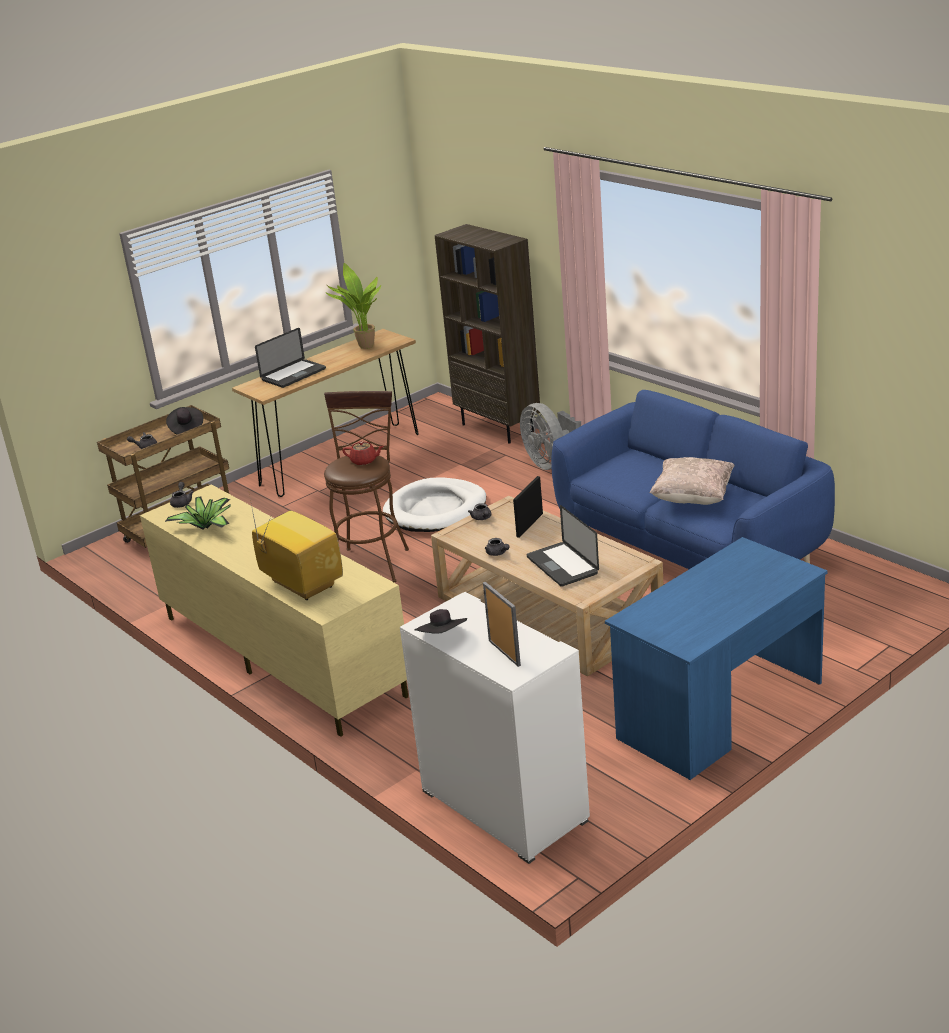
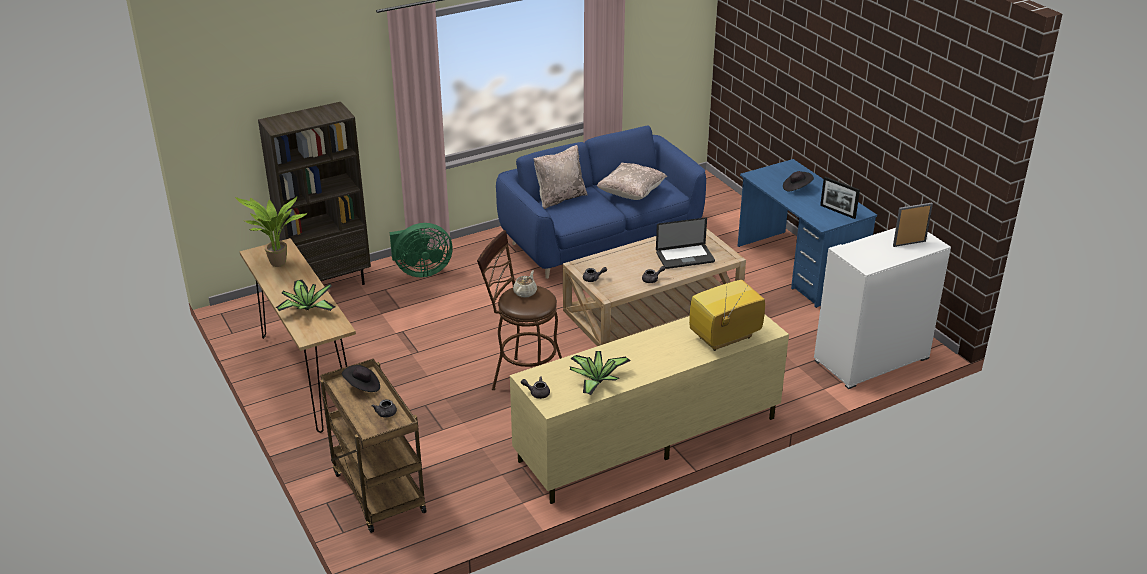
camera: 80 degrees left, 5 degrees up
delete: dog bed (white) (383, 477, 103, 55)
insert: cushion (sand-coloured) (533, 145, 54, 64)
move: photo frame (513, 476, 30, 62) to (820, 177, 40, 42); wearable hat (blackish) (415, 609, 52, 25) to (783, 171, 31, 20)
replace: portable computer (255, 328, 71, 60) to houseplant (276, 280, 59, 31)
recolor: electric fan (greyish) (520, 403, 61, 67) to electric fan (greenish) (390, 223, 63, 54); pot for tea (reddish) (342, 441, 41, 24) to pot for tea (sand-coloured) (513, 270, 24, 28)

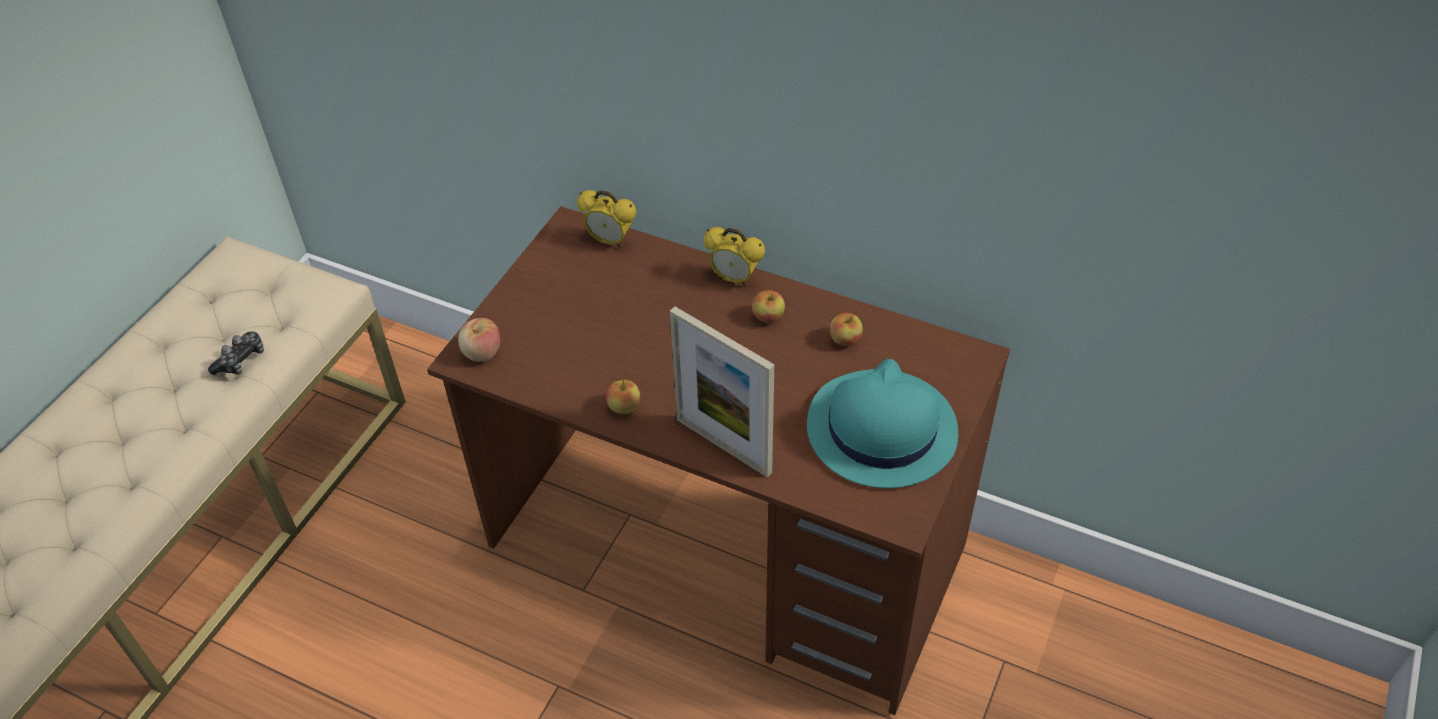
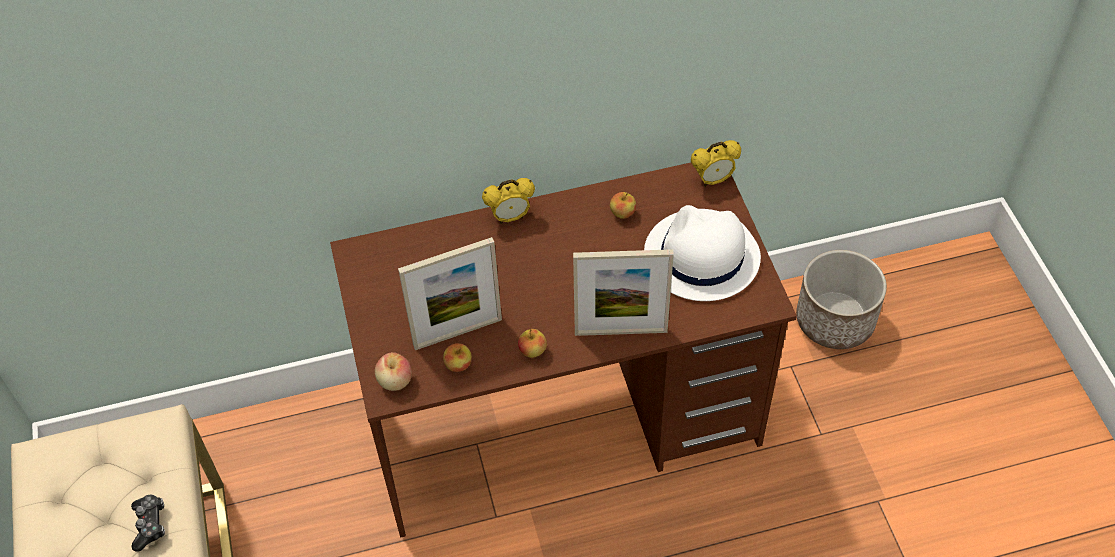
camera: 40 degrees left, 5 degrees up
insert: photo frame (398, 237, 104, 113); plant pot (796, 250, 91, 99)
move: table clock (577, 190, 59, 58) to (691, 140, 50, 47); apple (752, 290, 33, 33) to (443, 343, 29, 29)
recolor: wearable hat (turquoise) (807, 359, 151, 129) to wearable hat (white) (644, 205, 117, 96)

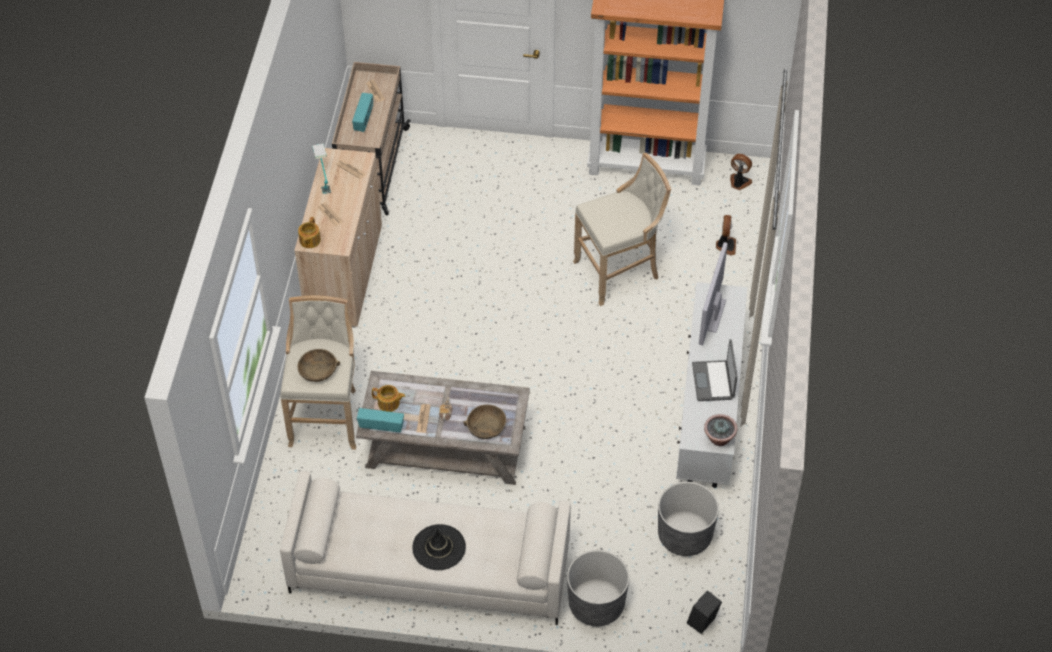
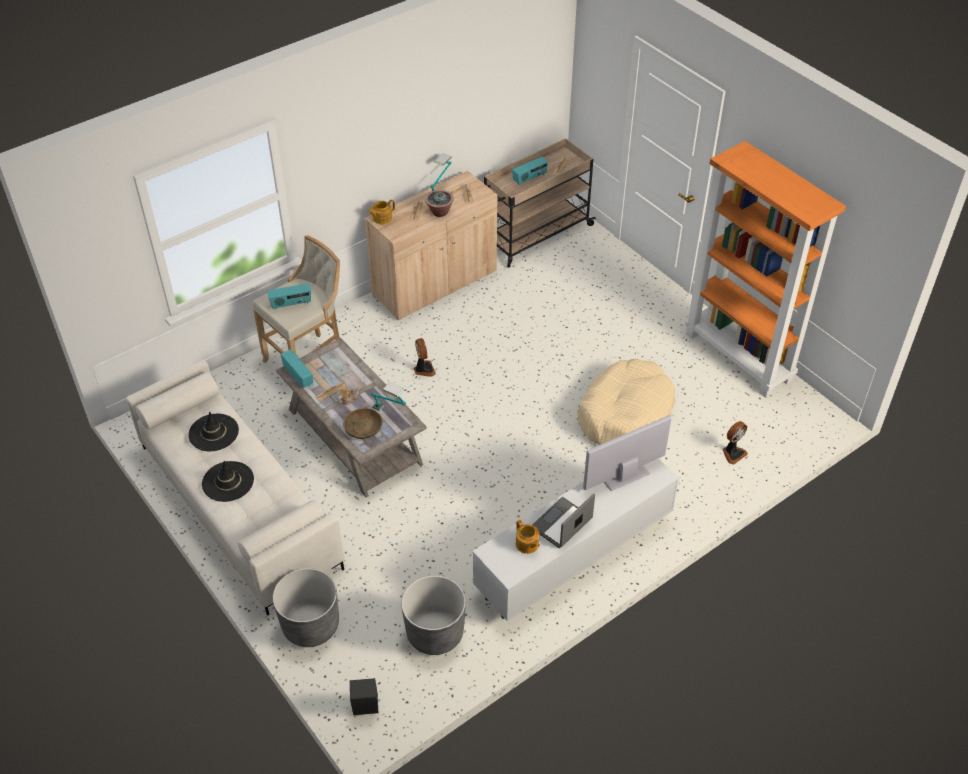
camera: 45 degrees right, 5 degrees down
insert: tabletop lamp (371, 382, 35, 29); wearable hat (blackish) (188, 411, 51, 40)
move: electric fan (730, 154, 22, 36) to (414, 338, 22, 38); pot for tea (372, 385, 33, 27) to (516, 520, 24, 34); houseplant (704, 414, 33, 32) to (425, 190, 29, 27)
replace: sitting stool (sand-coloured) (573, 153, 98, 153) to dog bed (sand-coloured) (577, 359, 99, 86); deep dish (brownish) (297, 349, 43, 33) to radio receiver (267, 283, 44, 26)

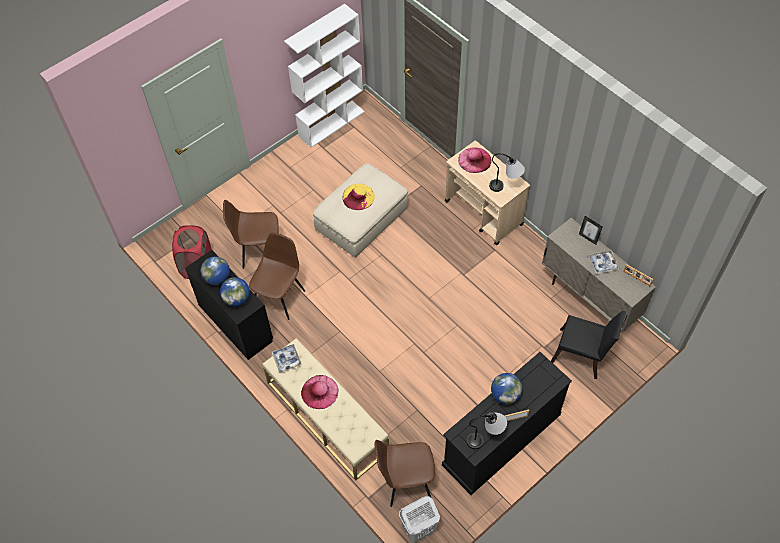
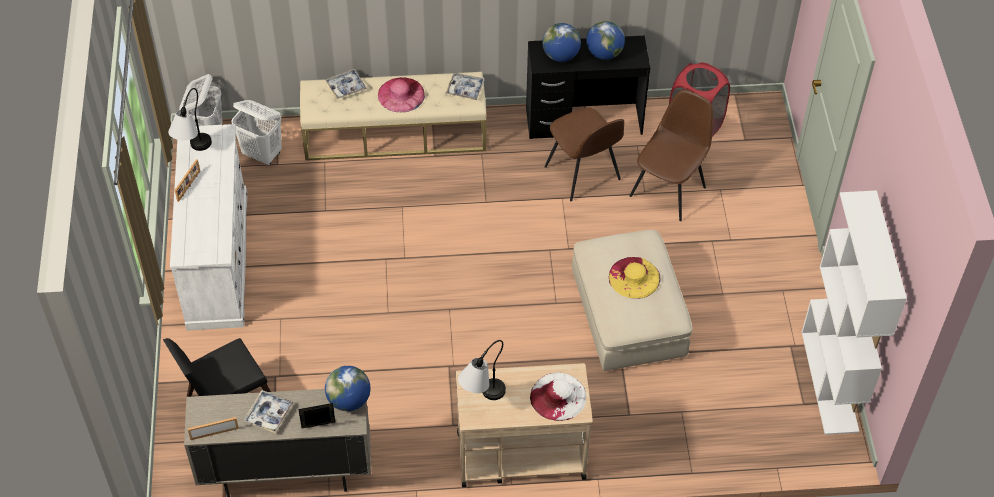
camera: 125 degrees right, 5 degrees down
insert: tray (326, 69, 41, 30)
move: desk globe (491, 373, 32, 32) to (325, 366, 45, 45)
replace: plain chair (brownish) (374, 440, 61, 67) to washing basket (white) (231, 100, 51, 66)
recolor: wearable hat (pinkish) (458, 147, 34, 26) to wearable hat (white) (530, 372, 56, 49); dresser (blackish) (442, 352, 130, 143) to dresser (white) (170, 124, 77, 207)

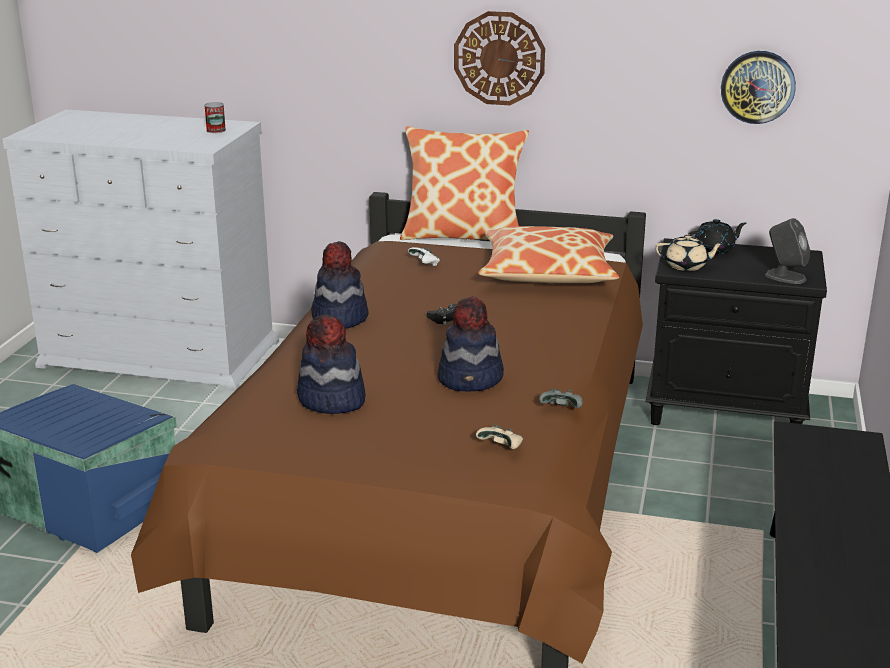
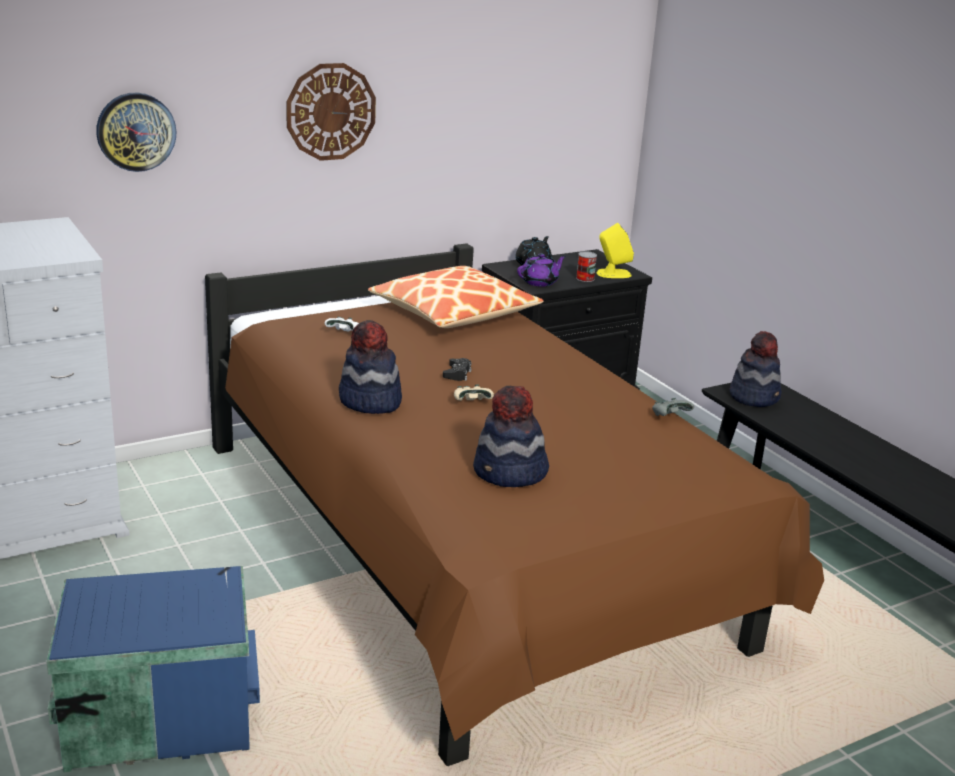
camera: 45 degrees left, 0 degrees up
delete: cushion (400, 126, 129, 114)
move: hanging clock (721, 51, 75, 73) to (96, 93, 80, 79); metal can (204, 102, 22, 31) to (576, 251, 21, 31); wearable hat (438, 296, 66, 96) to (729, 331, 52, 76); gamepad (sand-coloured) (476, 425, 47, 24) to (454, 385, 40, 16)
recolor: loudspeaker (greyish) (765, 218, 45, 66) to loudspeaker (yellowish) (597, 223, 37, 55); pot for tea (sand-coloured) (655, 234, 69, 37) to pot for tea (purple-coloured) (517, 253, 49, 34)

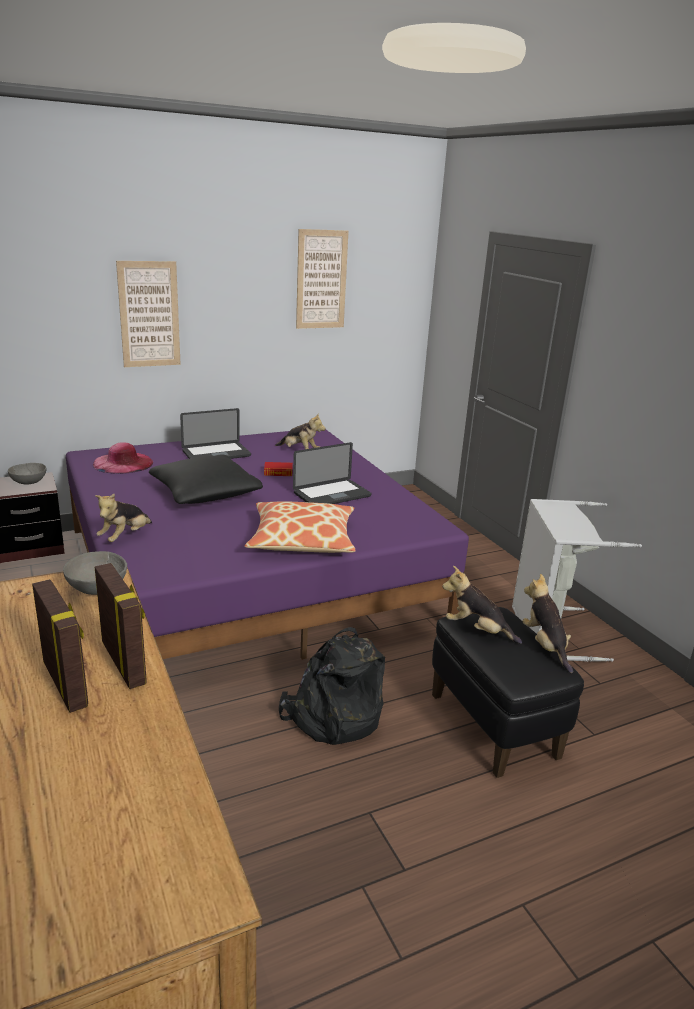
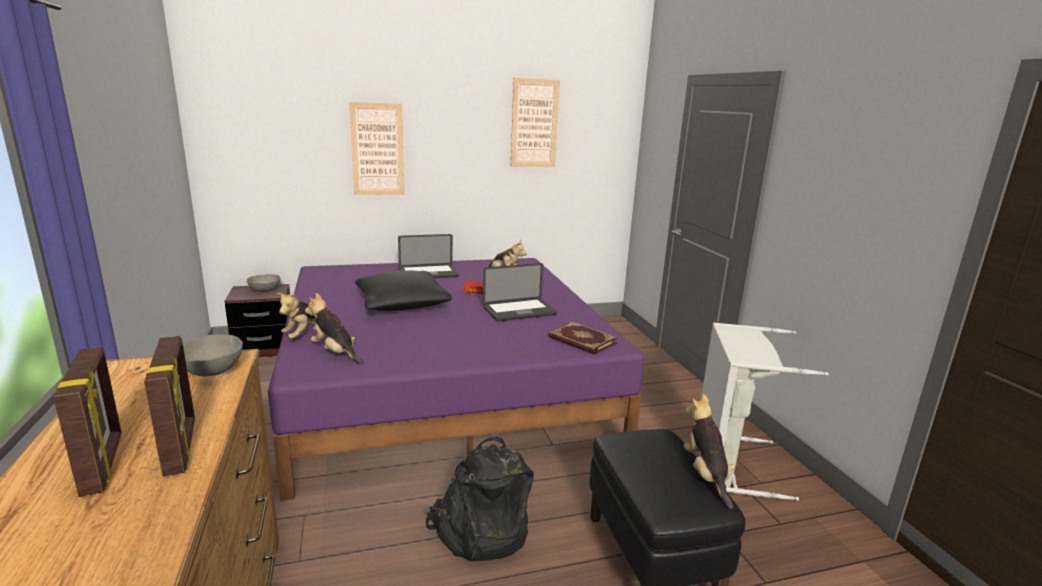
camera: 10 degrees right, 5 degrees down
delete: wearable hat (pinkish) (93, 442, 60, 32); cushion (245, 502, 111, 51)
insert: volume (548, 321, 70, 34)
move: plush toy (442, 566, 80, 78) to (305, 293, 58, 71)

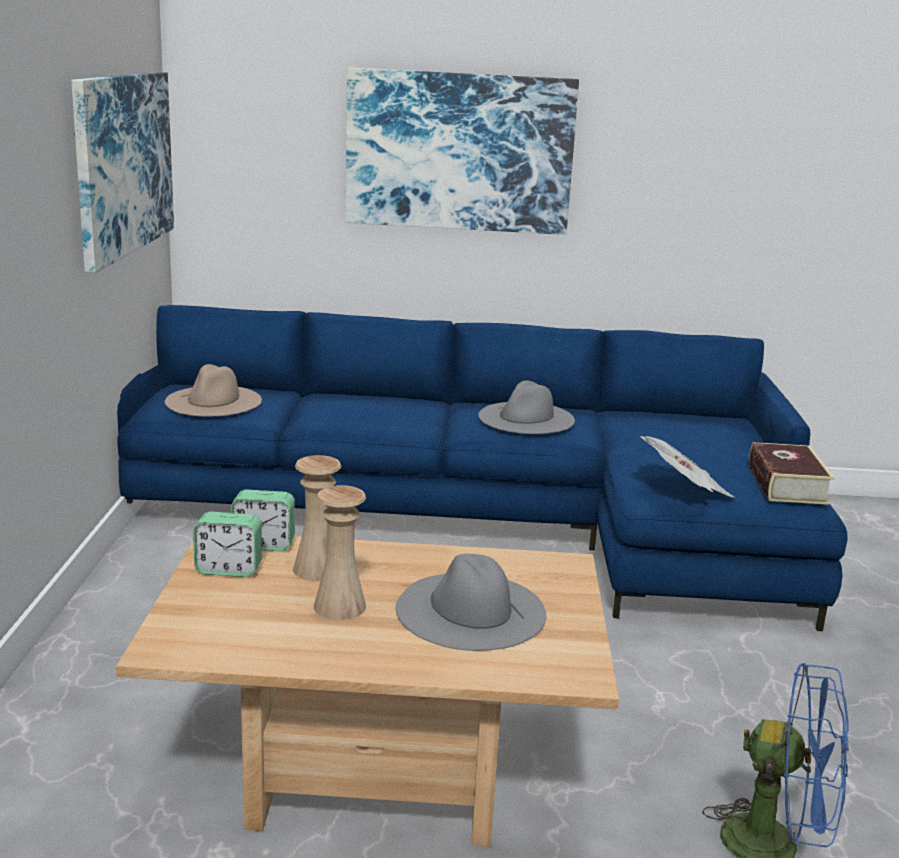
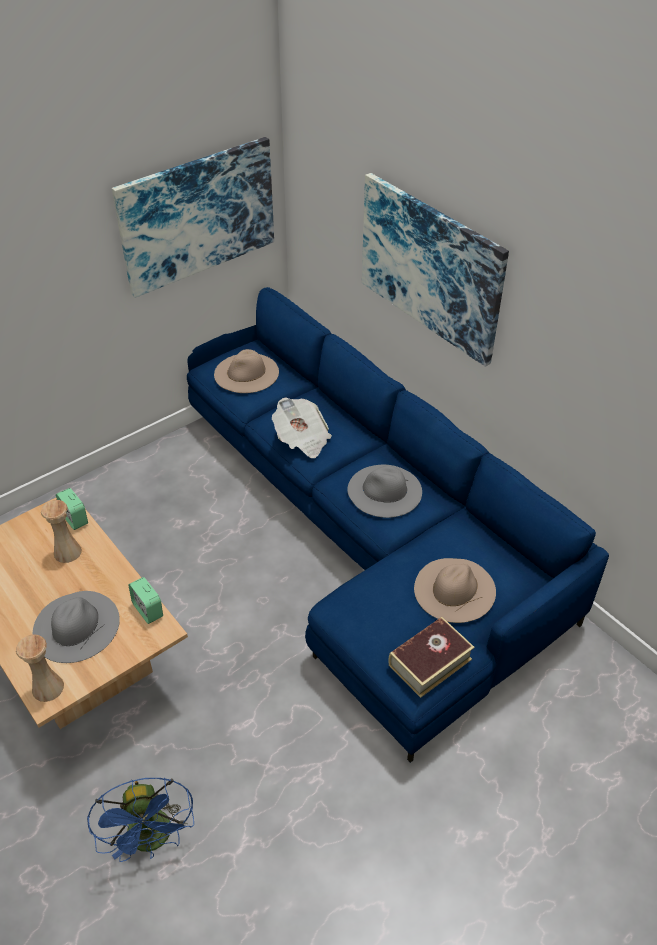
camera: 50 degrees right, 25 degrees up
insert: wearable hat (sand-coloured) (414, 558, 82, 65)
move: printed paper (640, 436, 94, 61) to (272, 397, 60, 61); decorative vase (sand-coloured) (314, 485, 52, 135) to (16, 634, 48, 68); table clock (193, 512, 69, 65) to (129, 577, 34, 47)

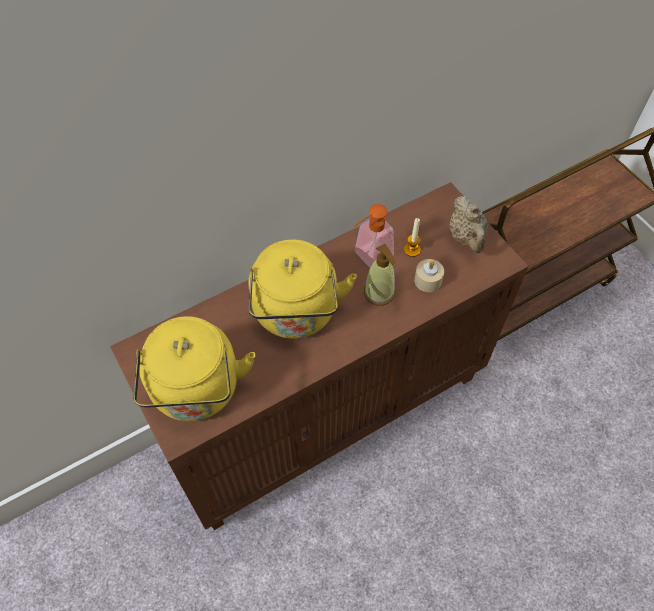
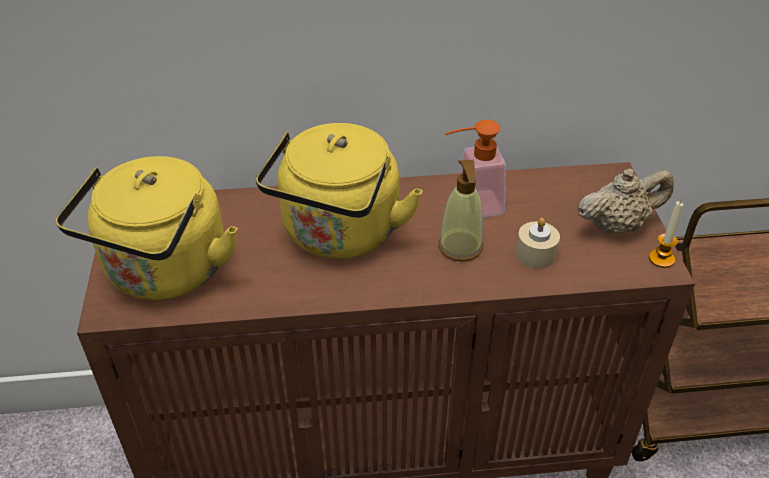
camera: 25 degrees right, 15 degrees down
move: candle (404, 218, 17, 39) to (649, 201, 35, 67)
rotate: pot for tea (sand-coloured) (450, 196, 38, 57) = (577, 168, 97, 66) 120 degrees counterclockwise

